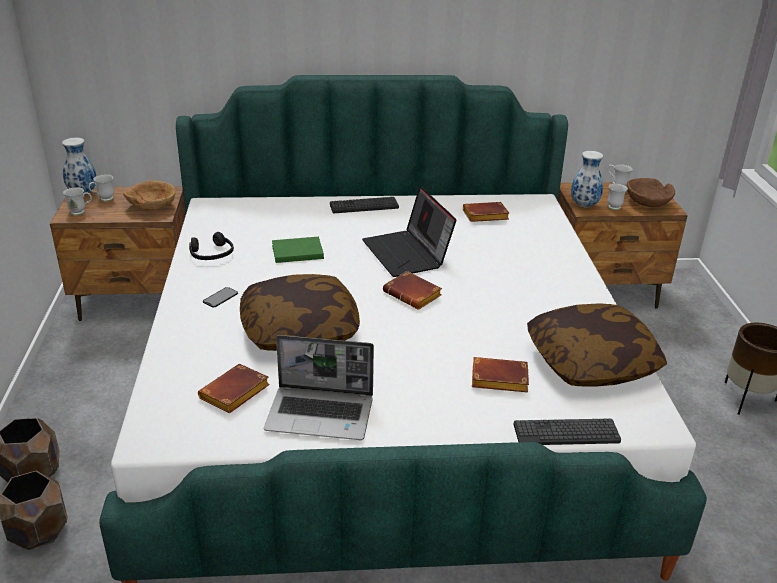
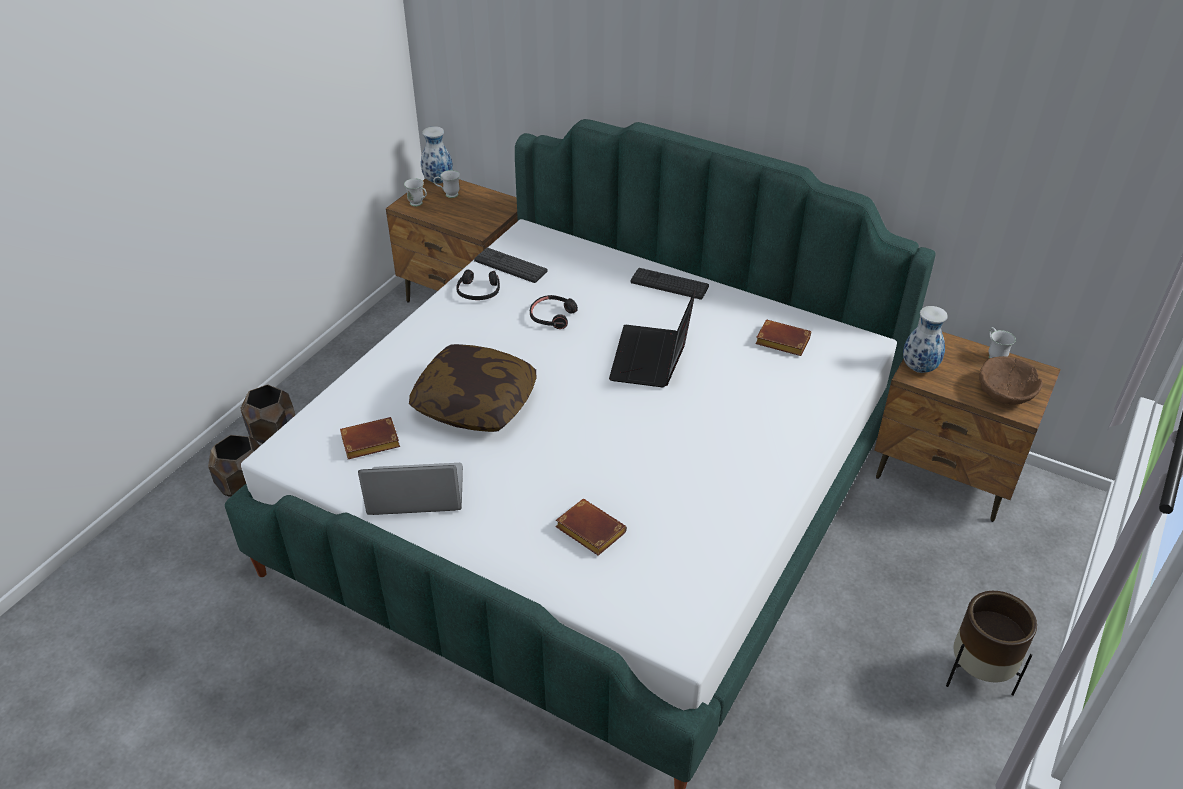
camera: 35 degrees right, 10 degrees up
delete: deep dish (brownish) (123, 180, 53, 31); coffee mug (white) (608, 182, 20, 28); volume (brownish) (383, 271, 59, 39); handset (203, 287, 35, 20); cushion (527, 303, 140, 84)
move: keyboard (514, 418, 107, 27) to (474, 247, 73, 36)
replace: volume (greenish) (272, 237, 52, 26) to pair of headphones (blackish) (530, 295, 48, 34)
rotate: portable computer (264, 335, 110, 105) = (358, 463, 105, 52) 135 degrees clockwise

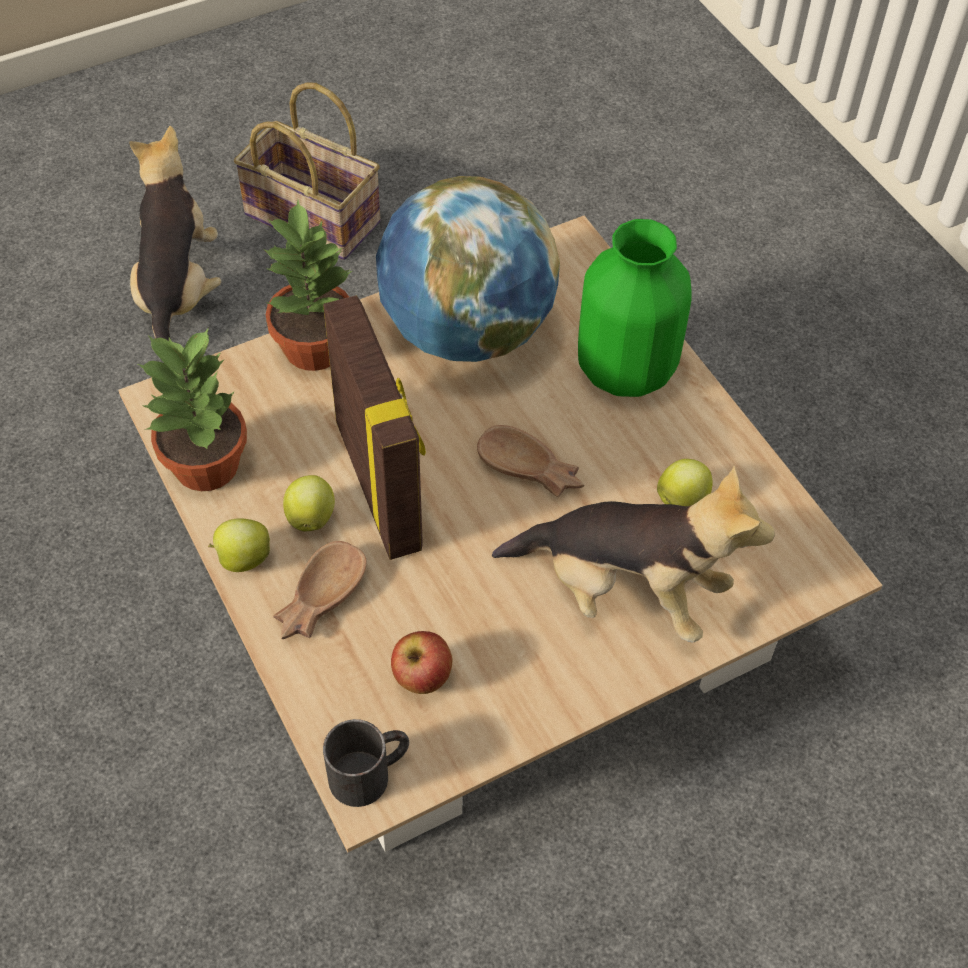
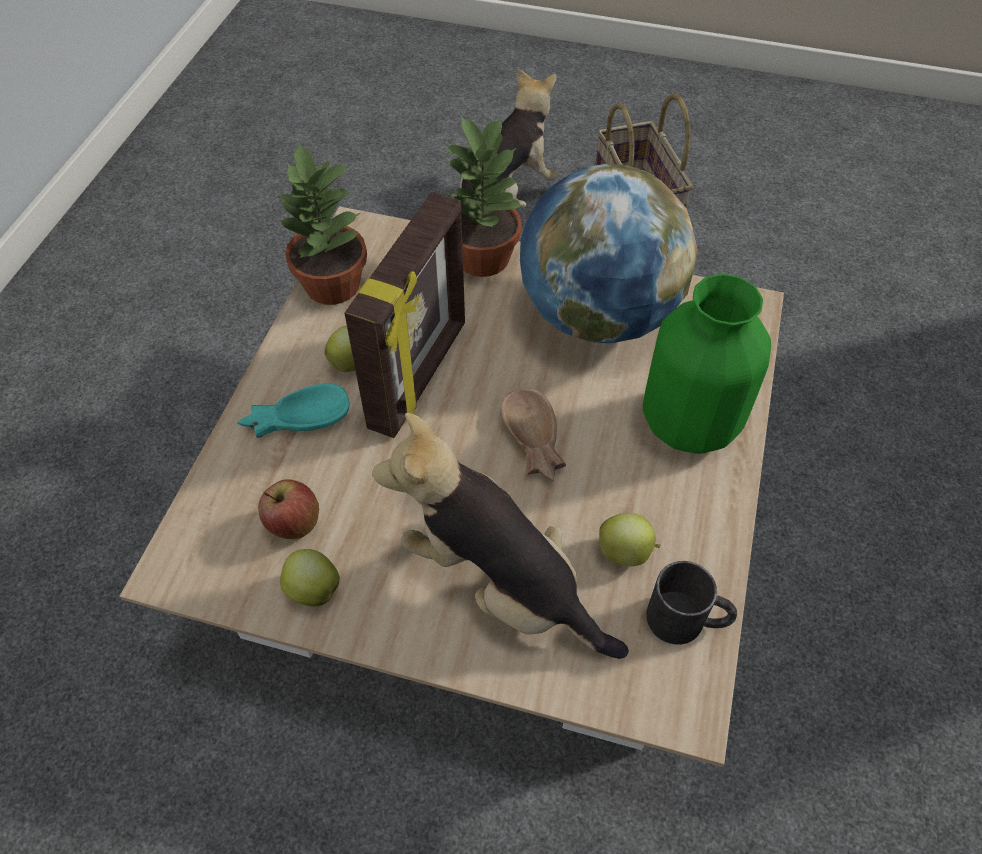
camera: 45 degrees right, 0 degrees up
move: apple (208, 518, 62, 54) to (280, 549, 60, 57); coffee mug (blackish) (323, 719, 86, 88) to (646, 561, 91, 84)
recolor: deep dish (brownish) (273, 541, 94, 98) to deep dish (turquoise) (237, 384, 113, 54)
rotate: plush toy (492, 466, 283, 177) = (372, 413, 257, 246) 150 degrees clockwise

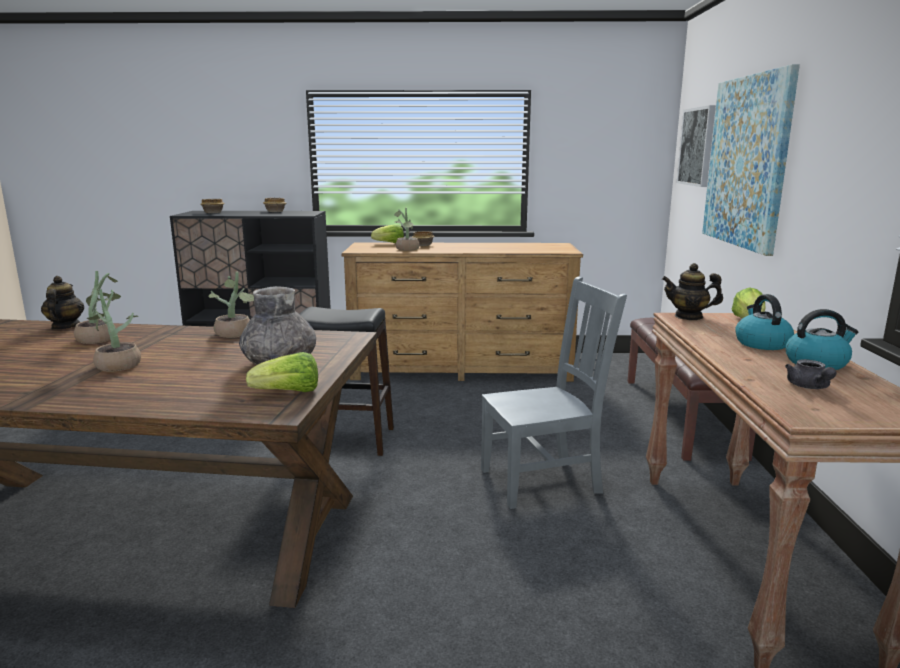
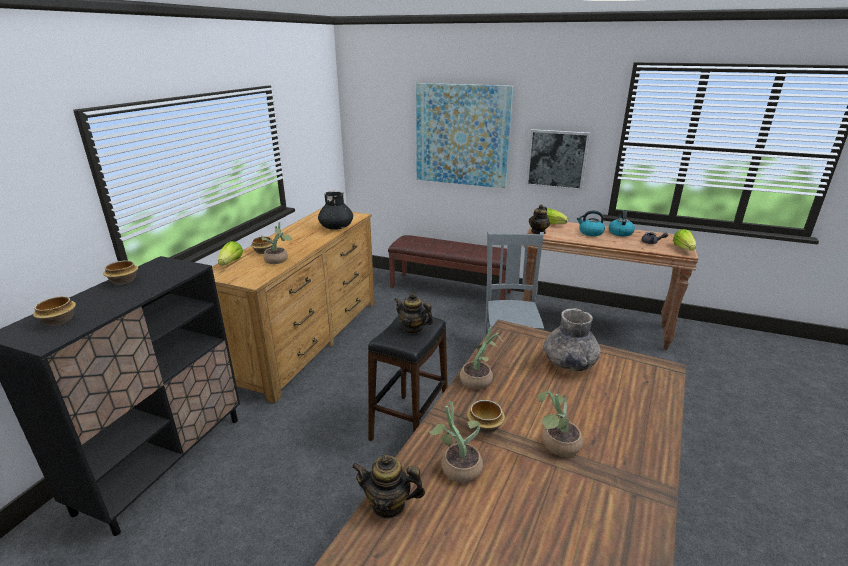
camera: 70 degrees left, 10 degrees up
insert: decorative vase (blackish) (318, 191, 35, 39); pot for tea (394, 293, 39, 41); deep dish (467, 400, 38, 34)
move: picture (677, 105, 39, 82) to (526, 129, 64, 61); lettuce head (246, 352, 72, 40) to (673, 229, 23, 22)

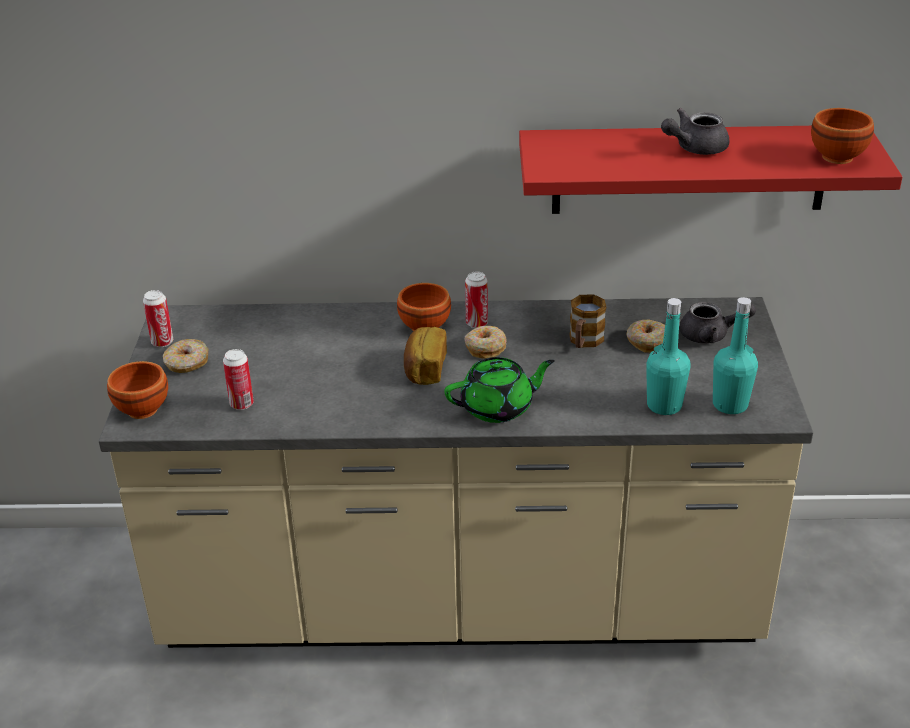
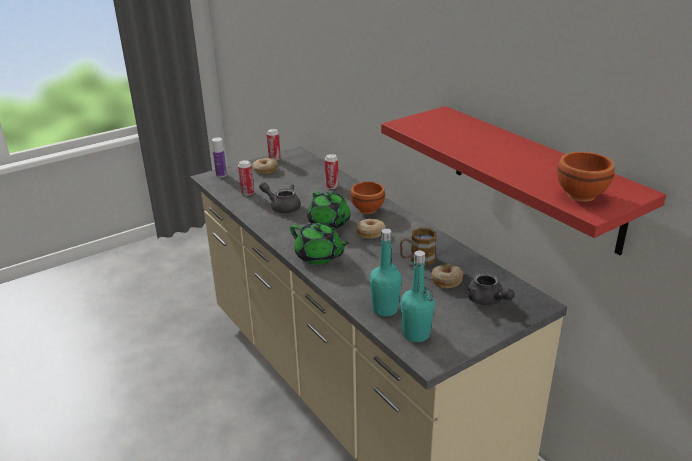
camera: 55 degrees right, 5 degrees down
move: pot for tea (greyish) (661, 108, 68, 47) to (259, 182, 42, 31); metal can (465, 272, 23, 56) to (325, 154, 14, 35)
replace: bakery bread (404, 327, 43, 58) to pot for tea (greenish) (307, 191, 43, 38); deep dish (brownish) (107, 361, 61, 58) to bottle (212, 138, 15, 40)

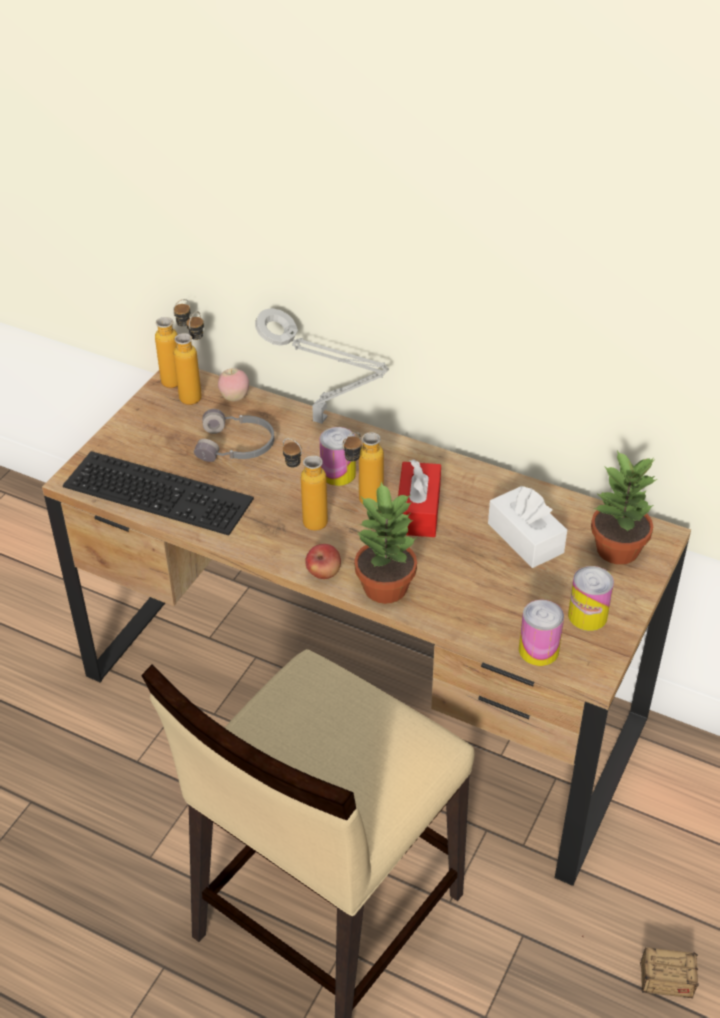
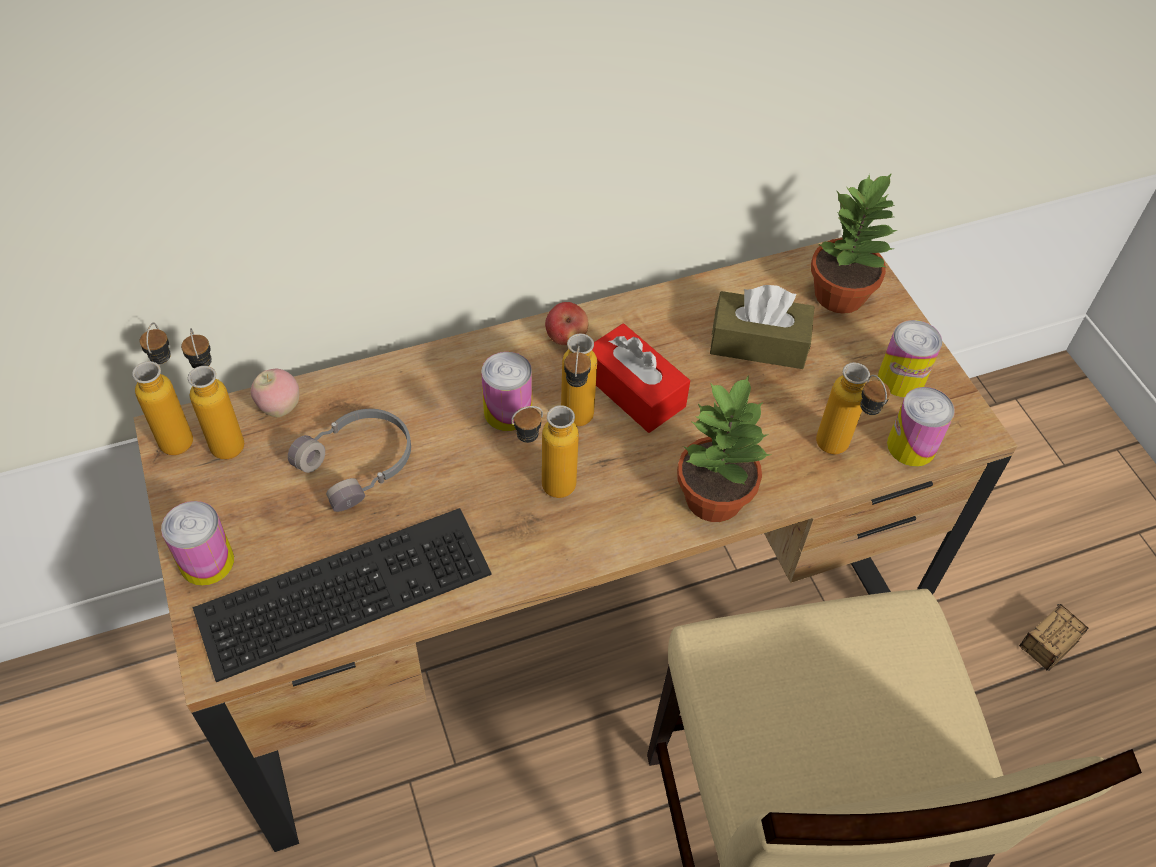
camera: 50 degrees left, 10 degrees up
delete: tabletop lamp (greyish) (255, 308, 134, 116)
insert: bottle (816, 362, 74, 92); metal can (161, 501, 73, 85)
move: apple (305, 544, 36, 35) to (545, 302, 44, 43)
recolor: tissue box (white) (488, 485, 79, 83) to tissue box (brownish) (710, 285, 104, 84)

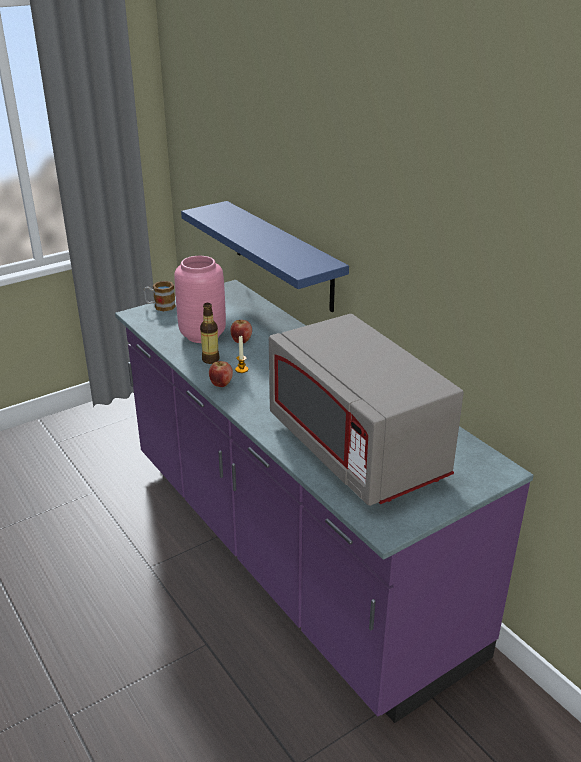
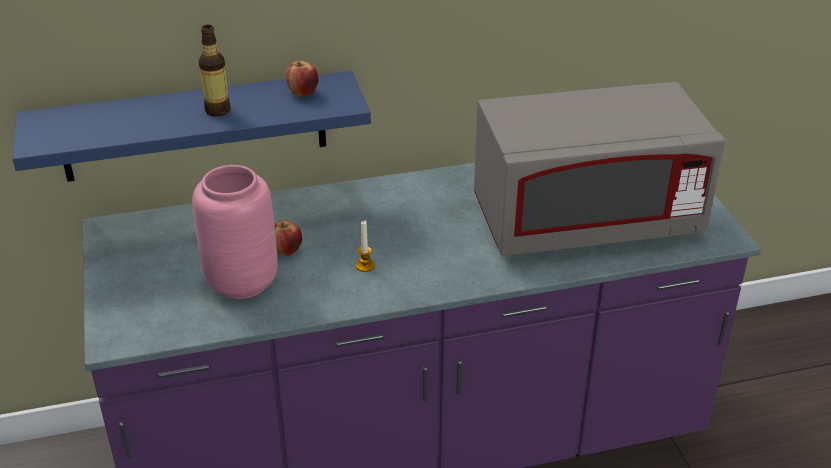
camera: 70 degrees left, 5 degrees up
delete: coffee mug (144, 281, 32, 30)
move: bottle (200, 303, 20, 61) to (199, 25, 32, 92); apple (209, 361, 24, 26) to (285, 61, 34, 36)

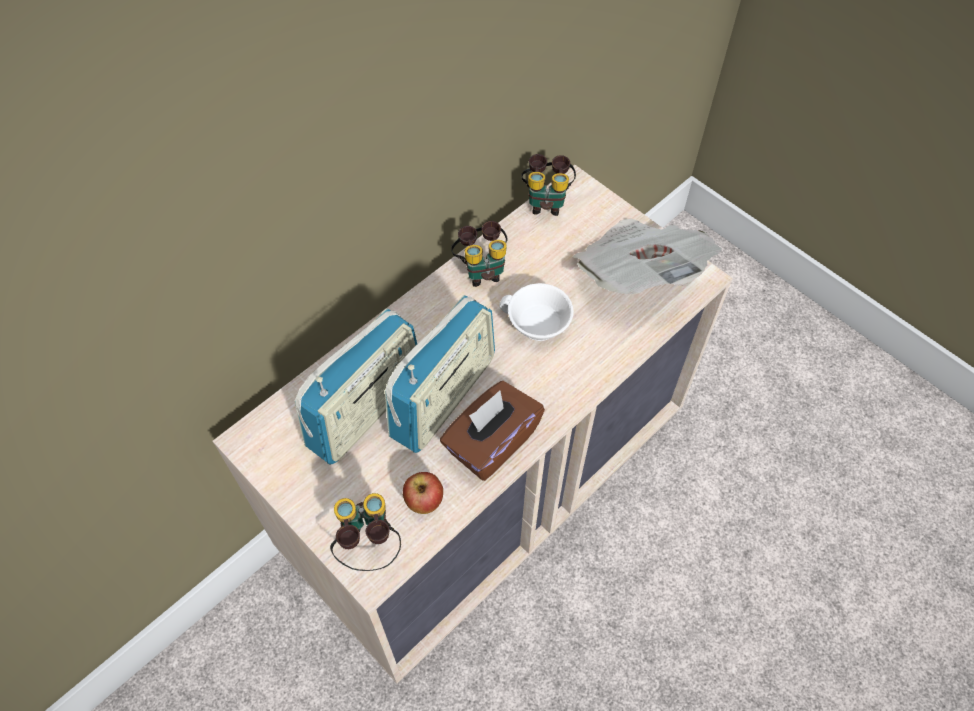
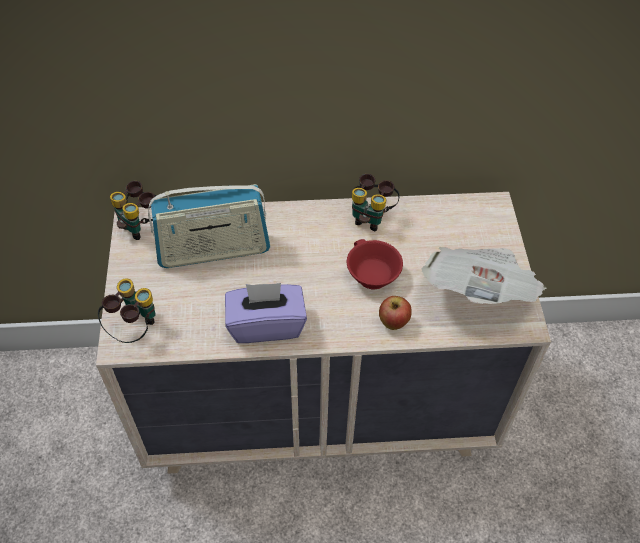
camera: 40 degrees right, 5 degrees down
delete: radio receiver (385, 295, 110, 158)
move: binoculars (521, 154, 55, 62) to (110, 181, 47, 59); apple (403, 472, 40, 42) to (379, 296, 33, 34)
recolor: cup (white) (499, 283, 75, 58) to cup (reddish) (347, 239, 56, 50); tissue box (brownish) (440, 381, 105, 100) to tissue box (purple-coloured) (225, 283, 82, 60)

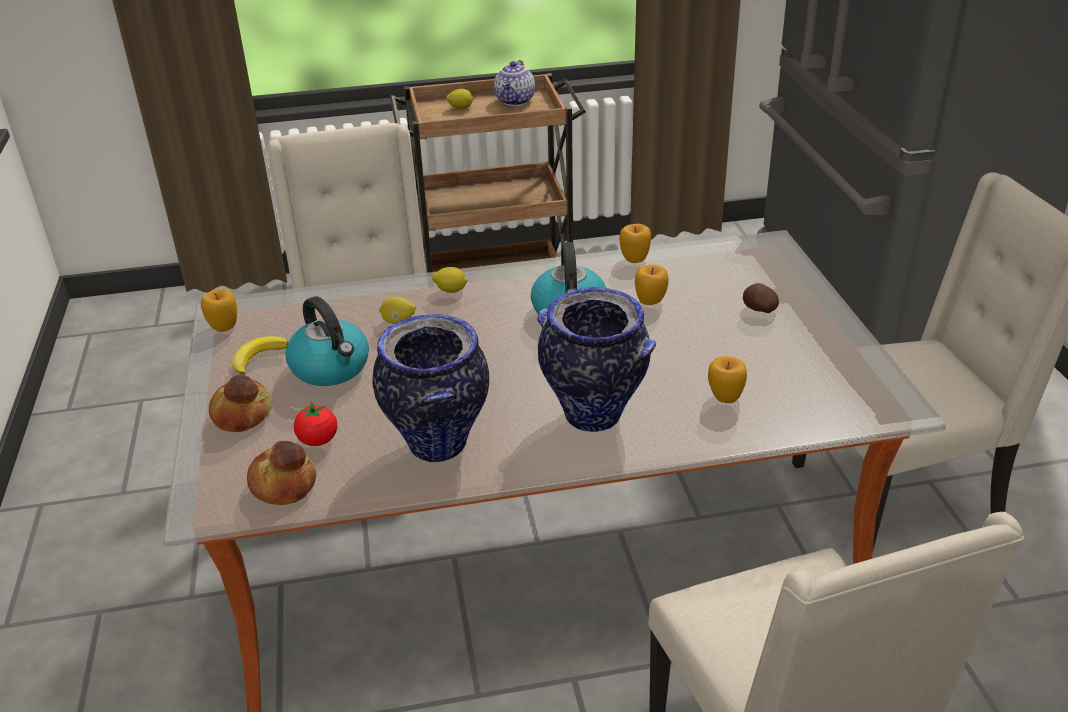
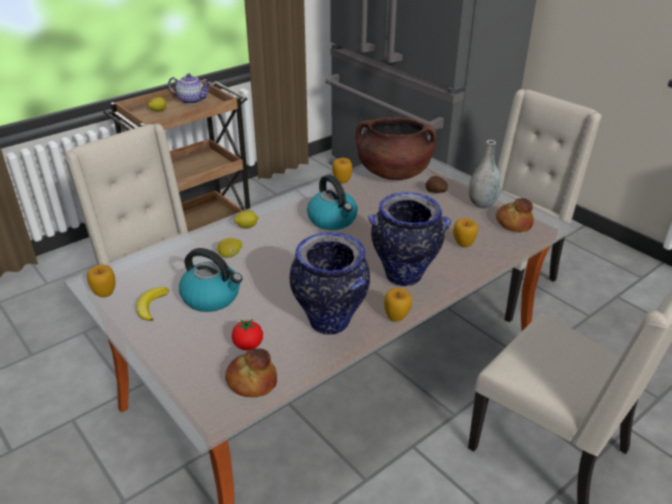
camera: 30 degrees left, 0 degrees up
insert: saucepot (brownish) (356, 117, 80, 63); decorative vase (greyish) (469, 140, 32, 68)
move: apple (635, 264, 34, 41) to (384, 288, 28, 33); bakery bread (209, 374, 63, 58) to (496, 198, 38, 34)
rotate: pot for tea (494, 60, 41, 46) = (168, 74, 43, 30) 60 degrees counterclockwise

